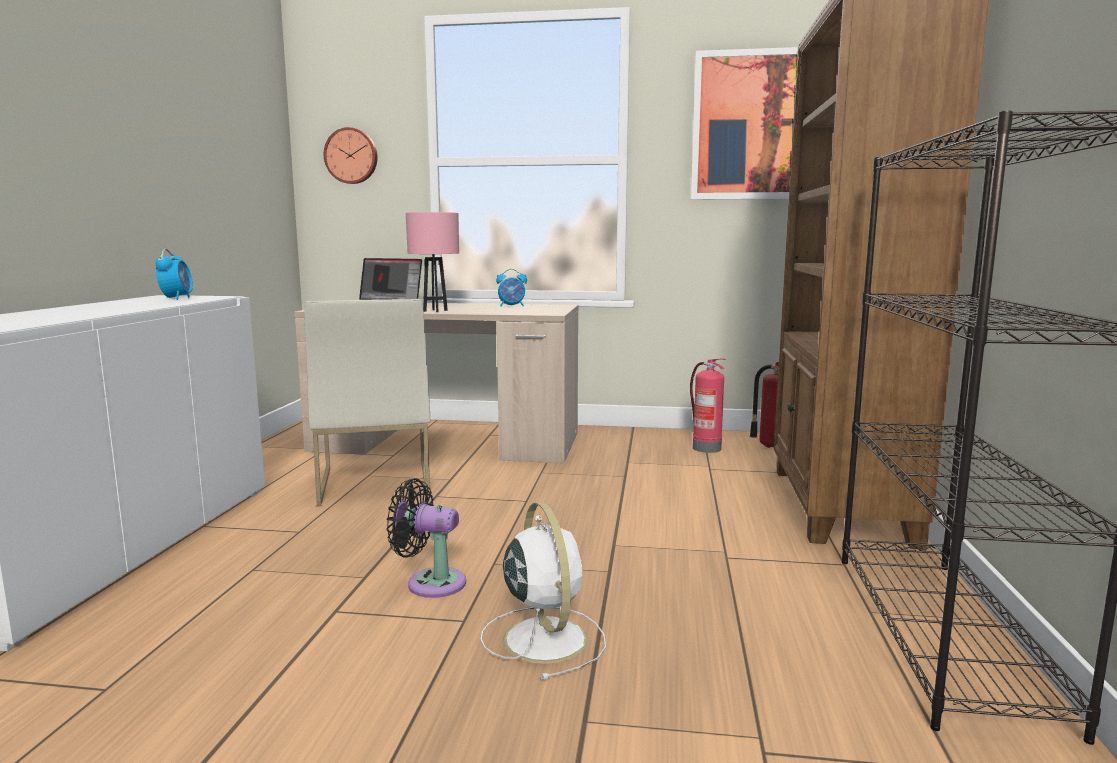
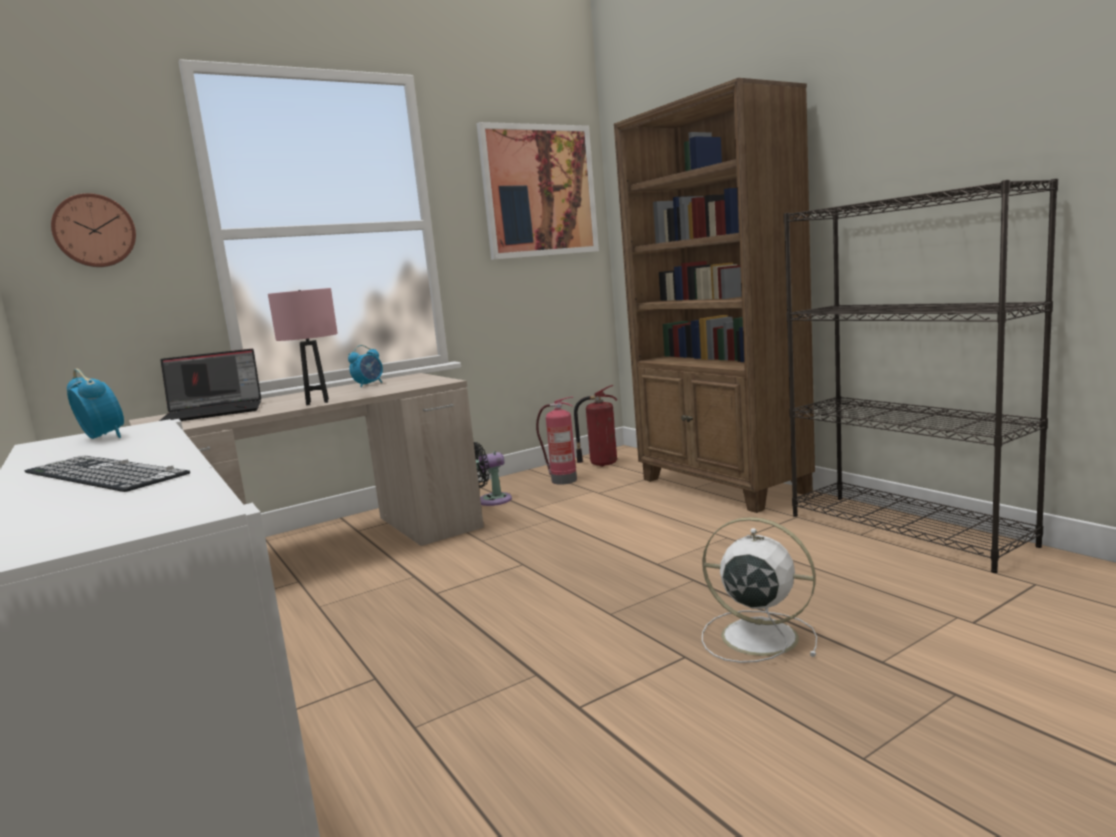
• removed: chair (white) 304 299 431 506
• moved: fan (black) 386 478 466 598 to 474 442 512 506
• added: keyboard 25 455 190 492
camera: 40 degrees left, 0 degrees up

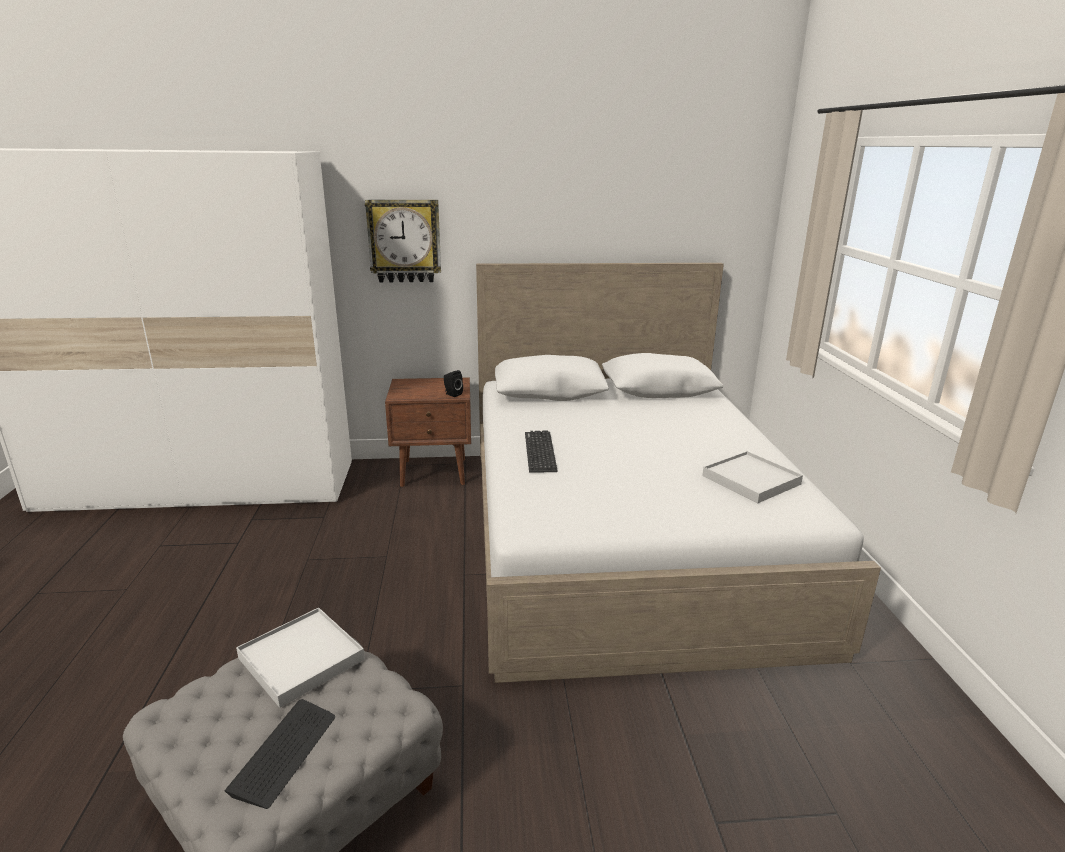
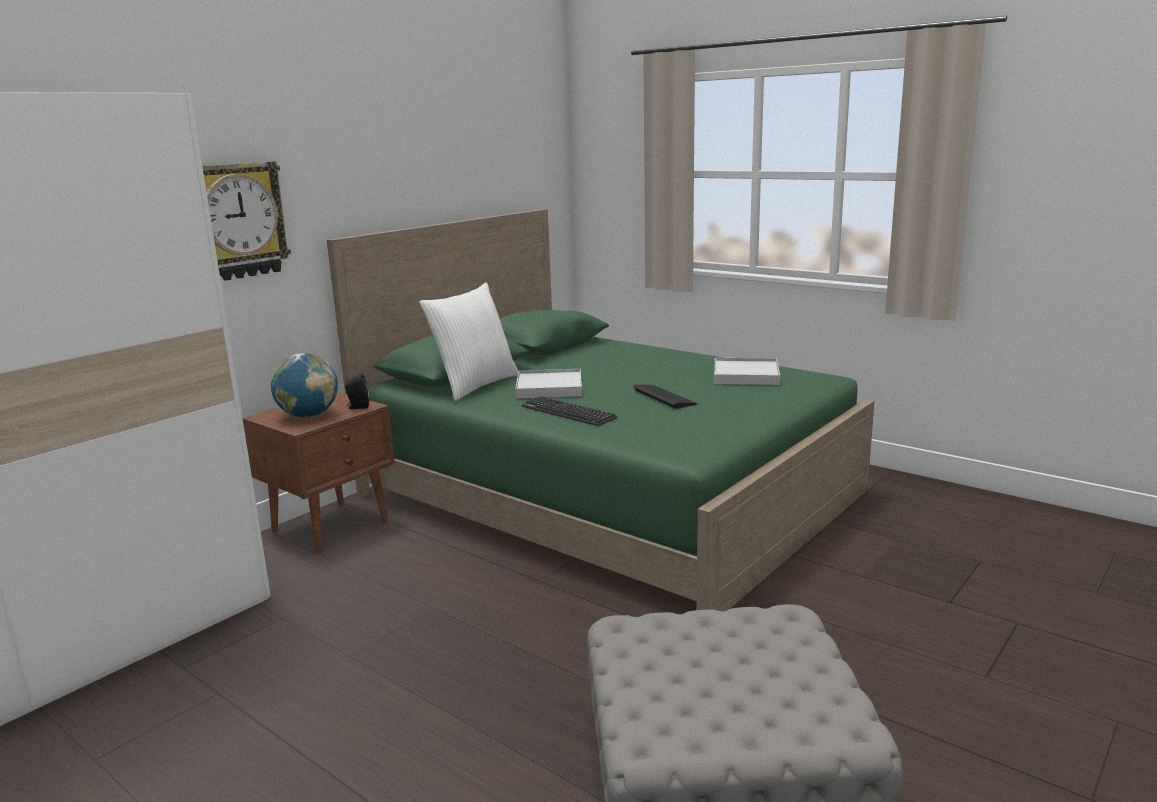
• moved: keyboard 225 699 335 809 to 633 384 698 409
• moved: tray (white) 236 608 365 708 to 515 369 582 399
• recoloured: bed (white) 476 263 881 683 to bed (green) 327 209 874 612
• added: globe 271 353 338 417
• added: pillow (white) 419 283 519 401
camera: 45 degrees left, 5 degrees down

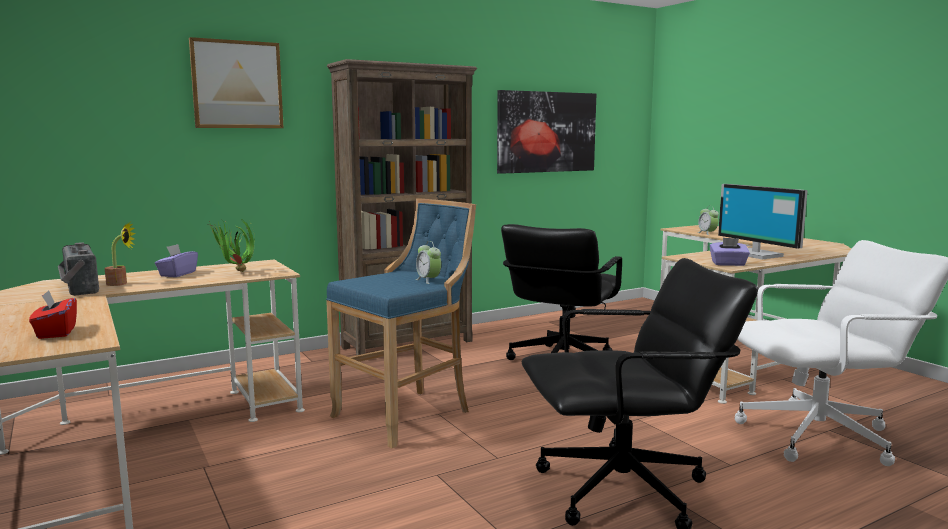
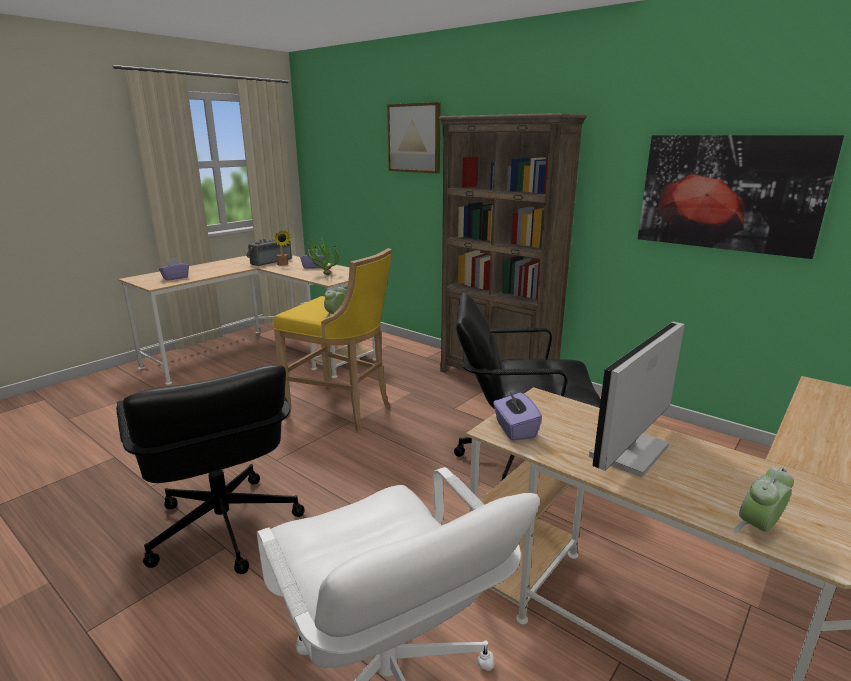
• recoloured: tissue box (red) 29 290 77 339 to tissue box (purple) 159 258 189 280
• recoloured: stool (blue) 326 198 476 448 to stool (yellow) 274 248 392 432
• moved: alarm clock 698 206 719 235 to 733 467 794 533
camera: 70 degrees right, 10 degrees up

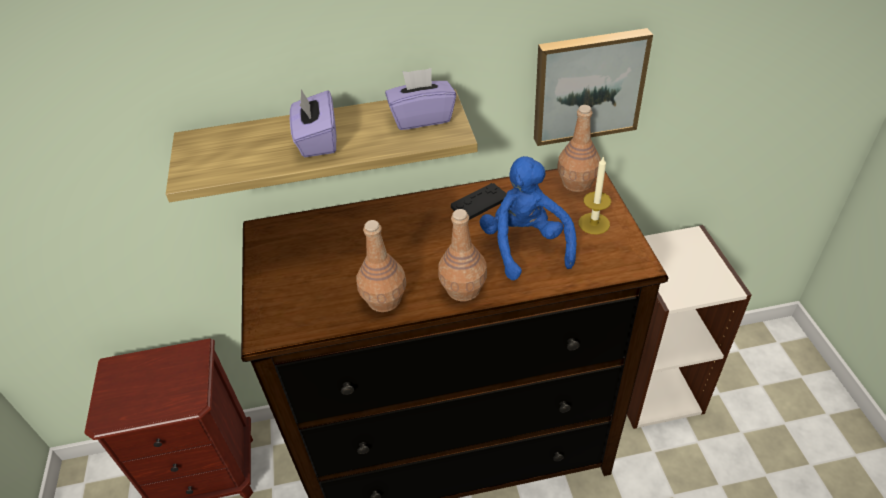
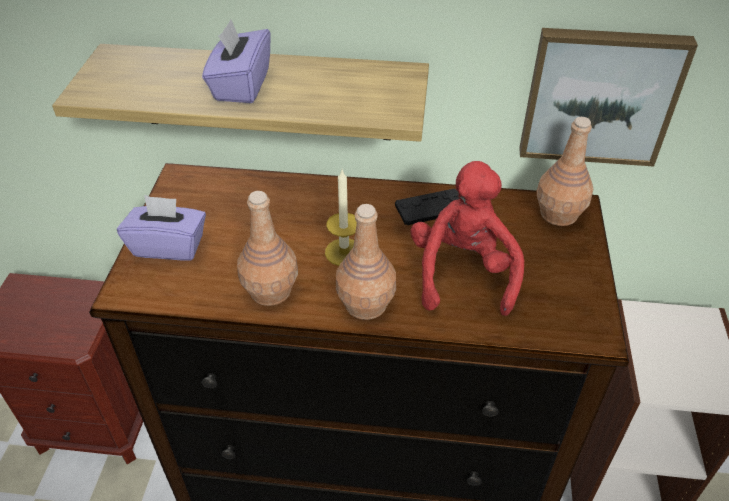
• moved: tissue box (purple) 385 68 456 130 to 117 195 206 261
• recoloured: plush toy (blue) 480 156 576 280 to plush toy (red) 410 161 524 316
• moved: candle 578 156 611 235 to 325 170 357 266
camera: 15 degrees right, 0 degrees up

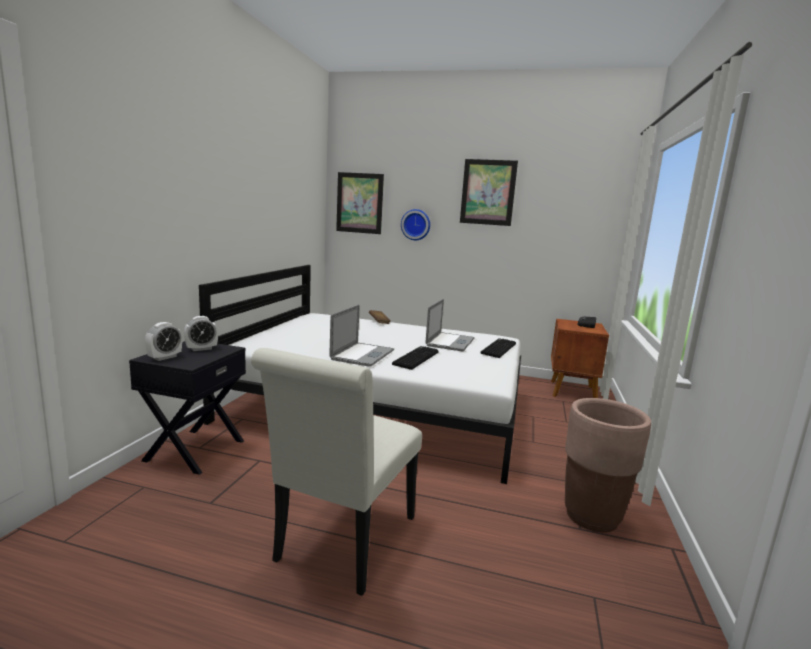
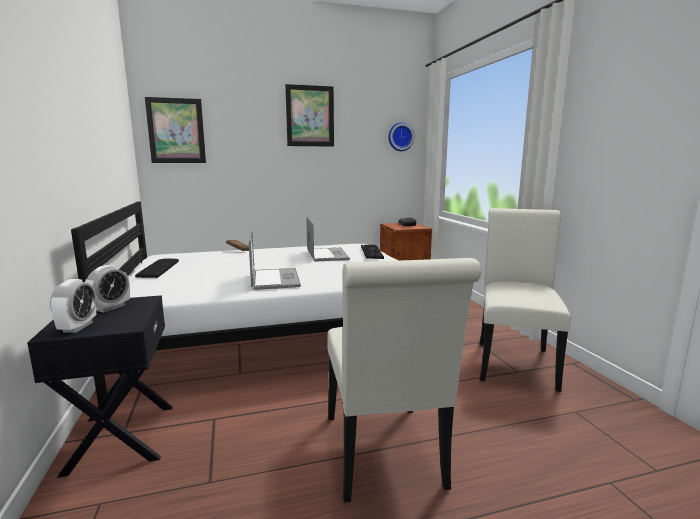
• moved: keyboard 392 346 439 370 to 135 258 179 278
• moved: wall clock 401 209 430 240 to 388 122 414 151
• replaced: planter (brown) 565 398 651 533 to chair (white) 480 208 571 392
camera: 30 degrees left, 0 degrees up

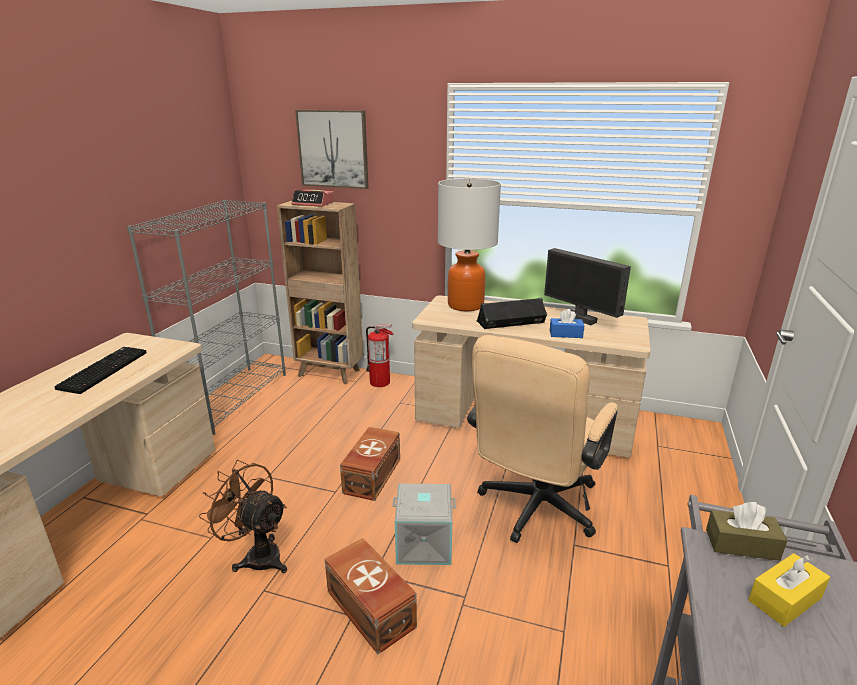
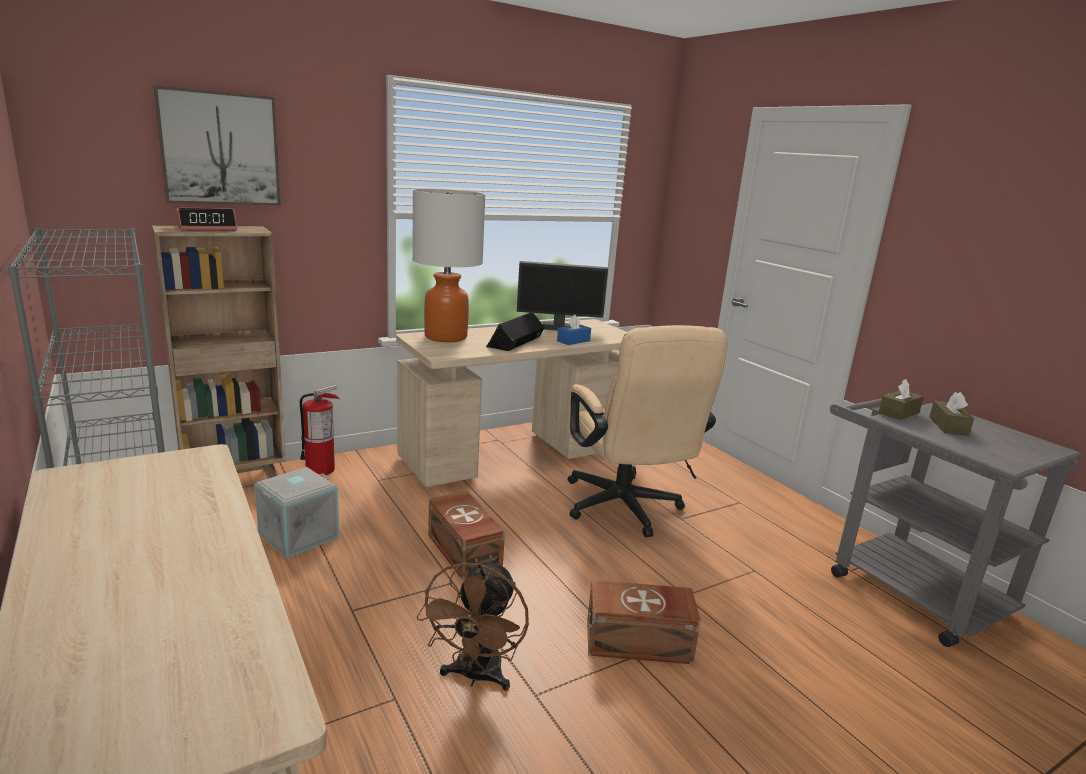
• removed: keyboard 54 347 146 394
• turned: fan (brown) 199 460 287 573 = 417 559 529 691 60 degrees counterclockwise
• moved: storage box (grey) 392 484 456 565 to 254 467 339 558
• recoloured: tissue box (yellow) 748 553 830 627 to tissue box (brown) 929 392 974 436
camera: 50 degrees left, 5 degrees down

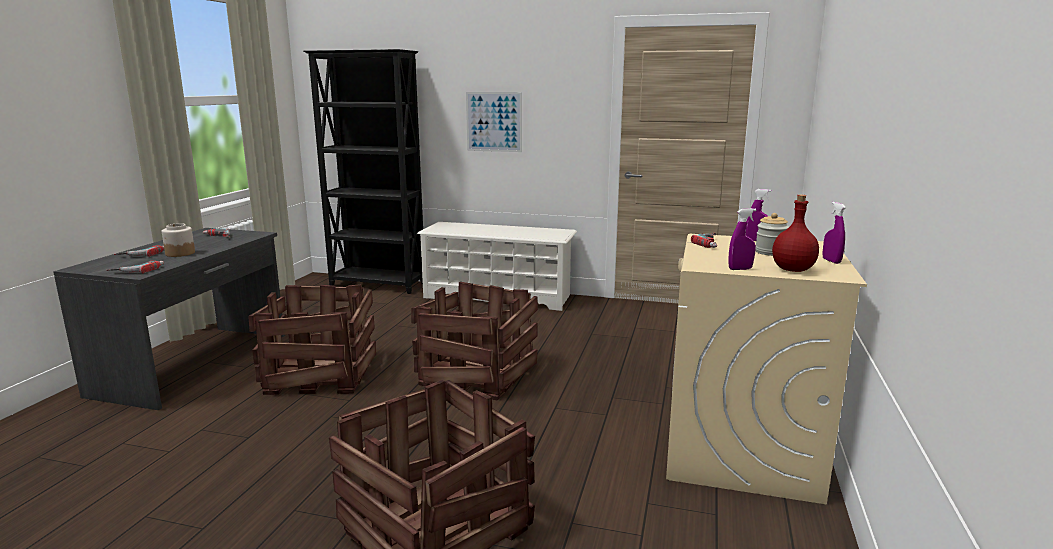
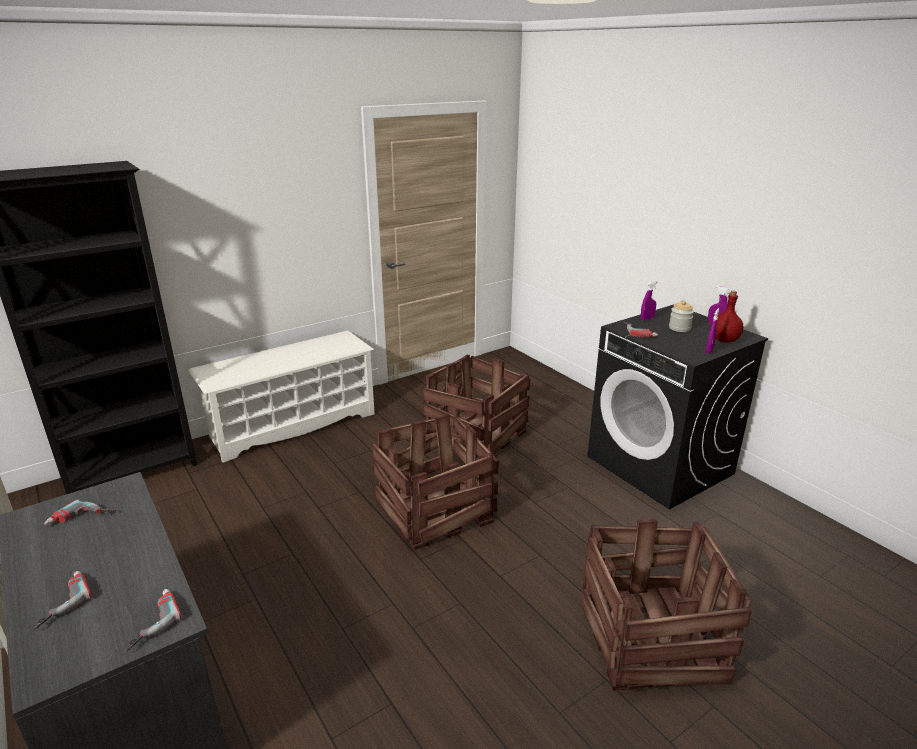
• removed: jar 162 223 195 257
• moved: crate 248 284 376 395 to 422 354 531 459
• removed: picture 466 92 522 152
• recoloured: washing machine (beige) 666 234 867 505 to washing machine (black) 587 305 768 509
camera: 50 degrees left, 10 degrees up

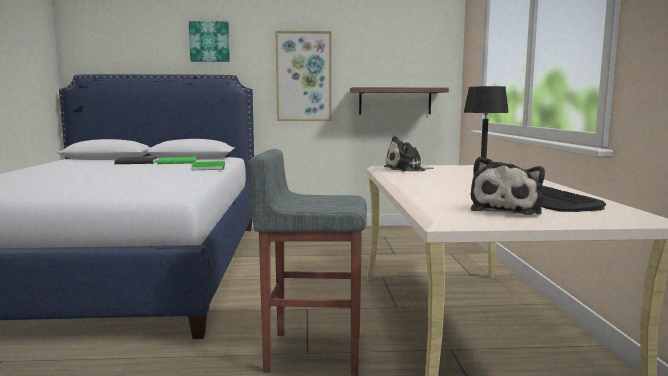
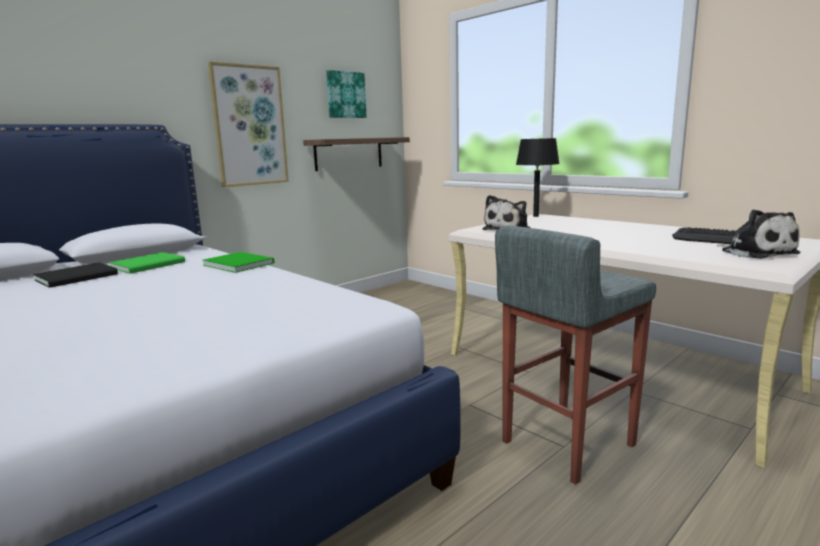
• moved: picture 189 21 230 62 to 326 70 367 118
camera: 40 degrees left, 5 degrees up

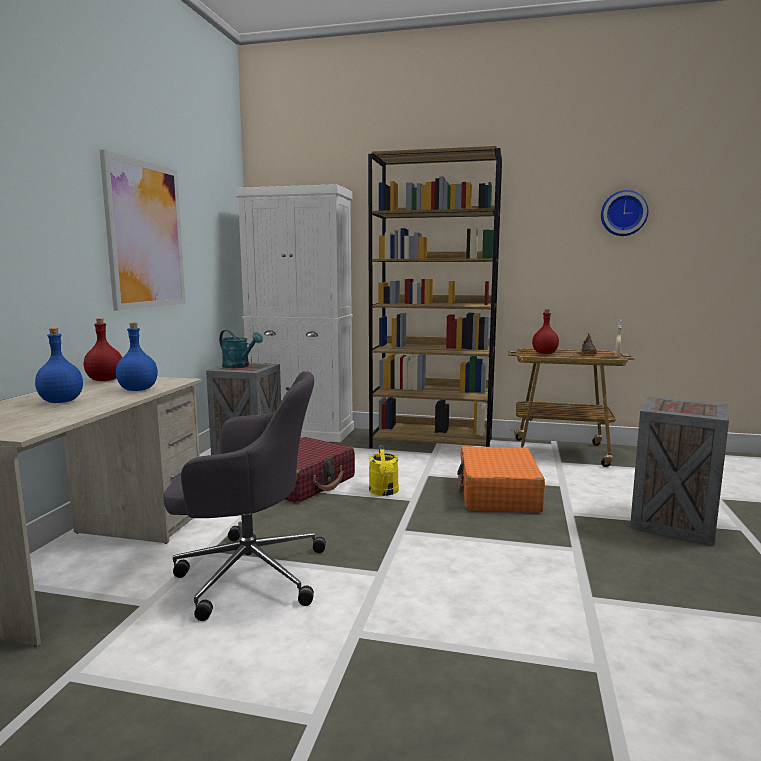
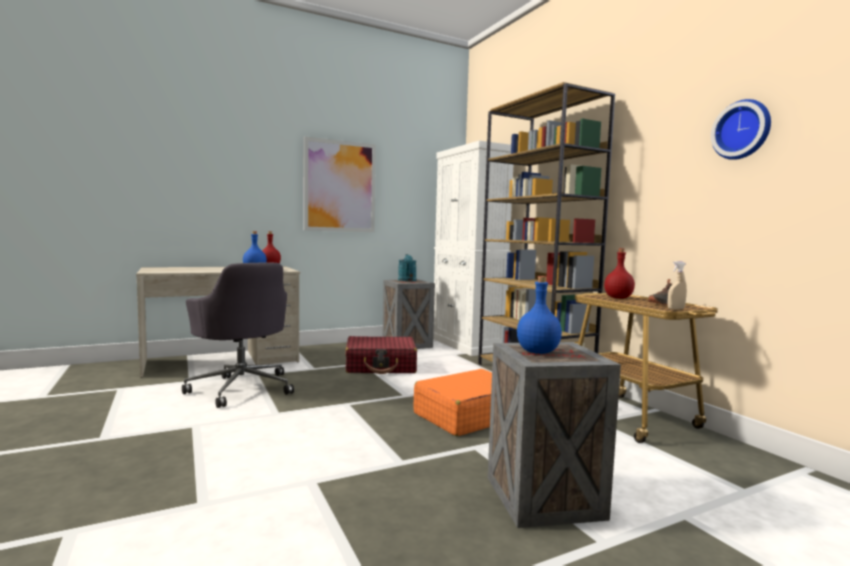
• moved: bottle (blue) 35 328 83 403 to 517 276 562 354
• removed: watering can (yellow) 369 445 399 496
camera: 50 degrees right, 5 degrees down

